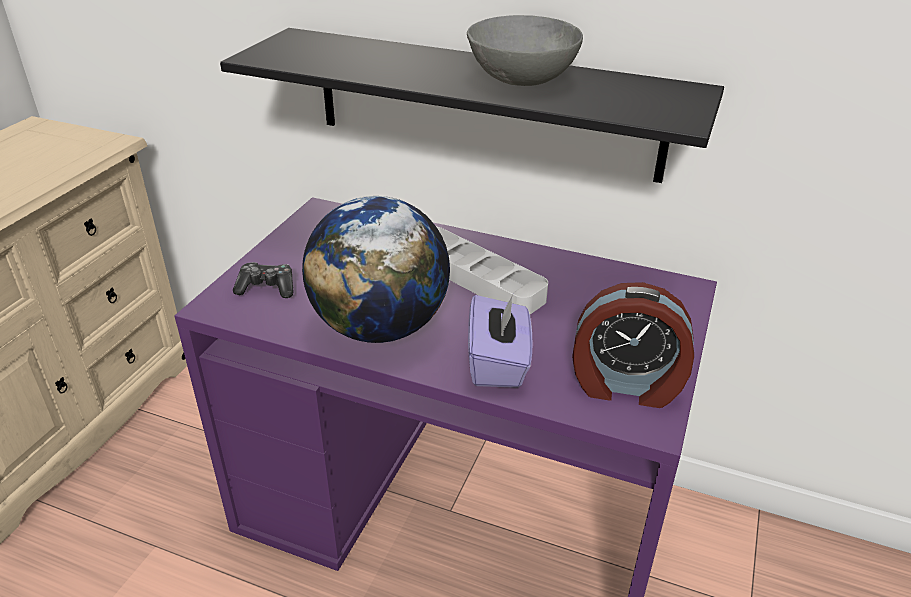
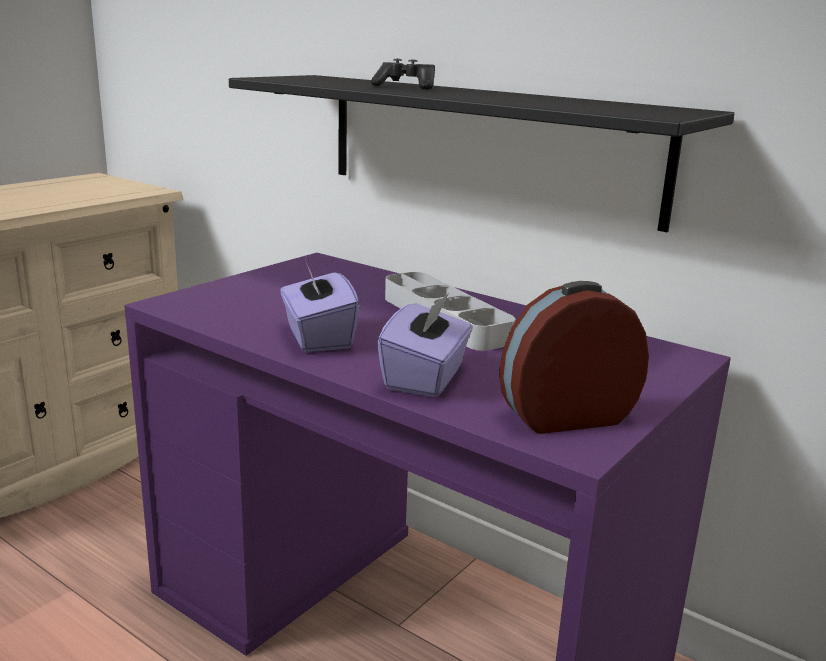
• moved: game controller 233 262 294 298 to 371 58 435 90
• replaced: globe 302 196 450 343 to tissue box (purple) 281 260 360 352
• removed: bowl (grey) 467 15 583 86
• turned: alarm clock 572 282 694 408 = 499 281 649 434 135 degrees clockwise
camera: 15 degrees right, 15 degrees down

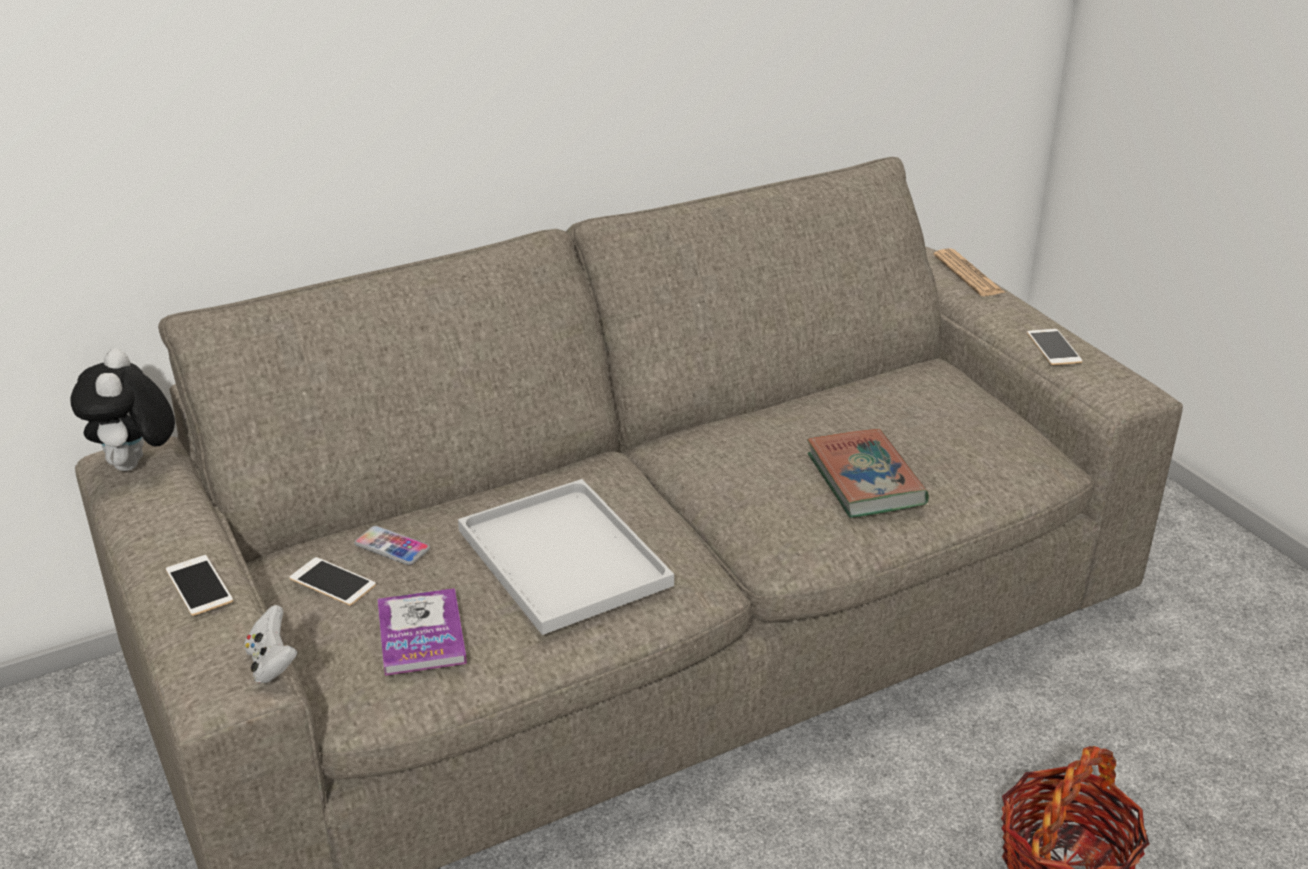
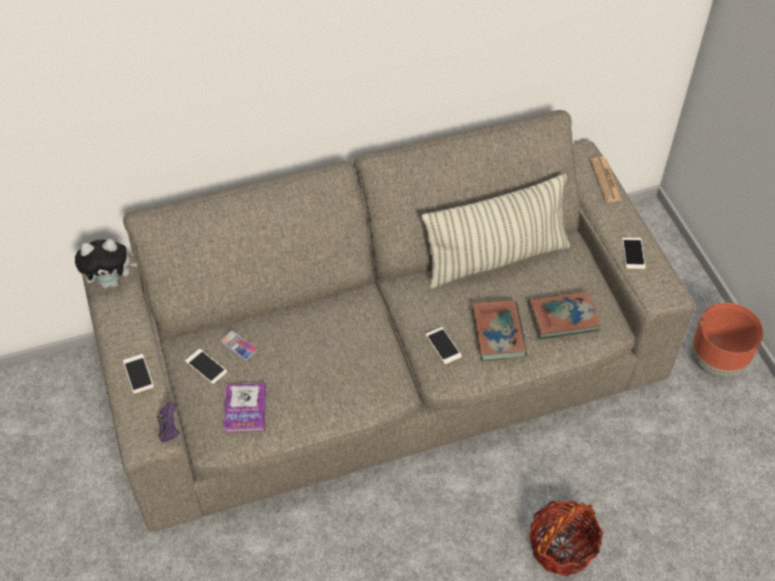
• turned: plush toy 71 349 175 471 = 75 239 137 288 105 degrees counterclockwise
• recoloured: game controller (white) 244 605 298 683 to game controller (purple) 157 402 180 442
• removed: tray (white) 458 479 674 635
• added: pillow 422 174 570 289
• added: phone 425 327 462 364
• added: book 528 291 601 339
• added: planter (brown) 692 303 764 378
camera: 10 degrees right, 20 degrees up

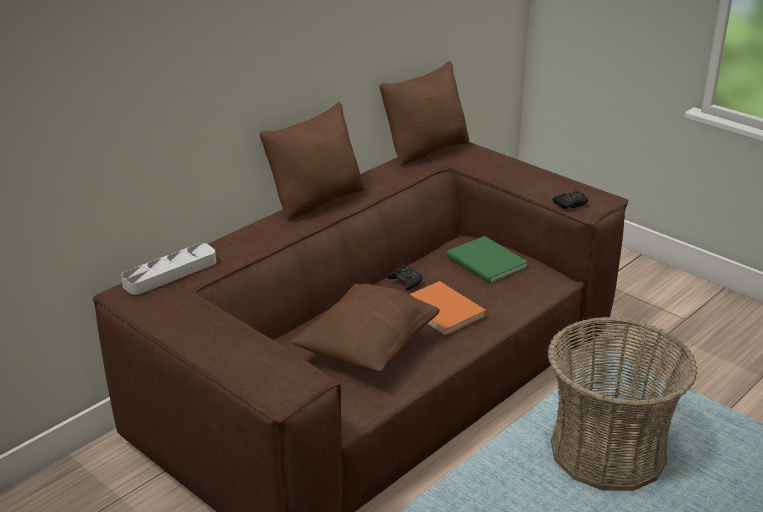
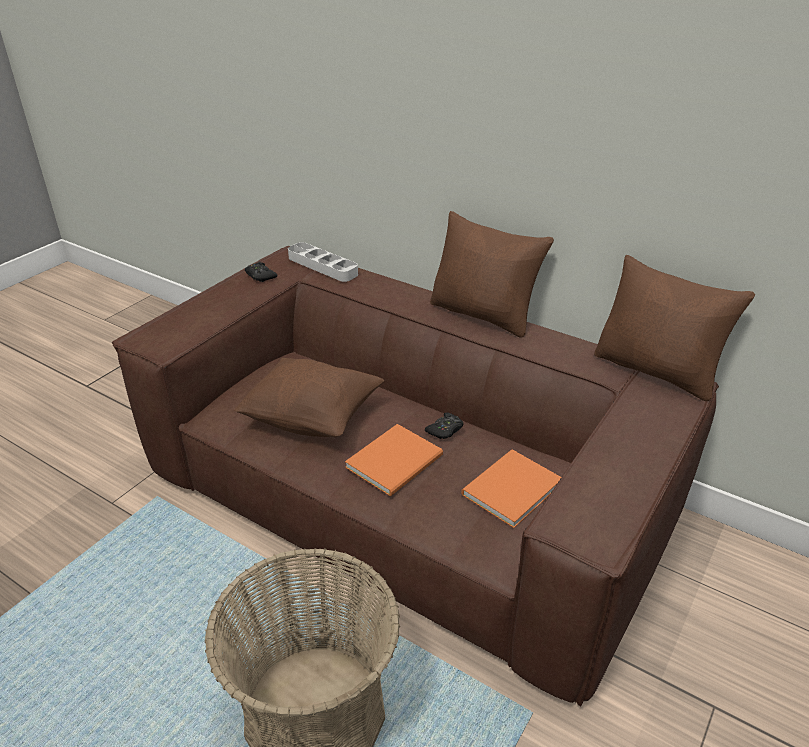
• recoloured: book (green) 446 236 528 283 to book (orange) 461 449 561 528
• moved: game controller (black) 552 191 588 209 to 245 261 277 282
camera: 80 degrees right, 5 degrees up

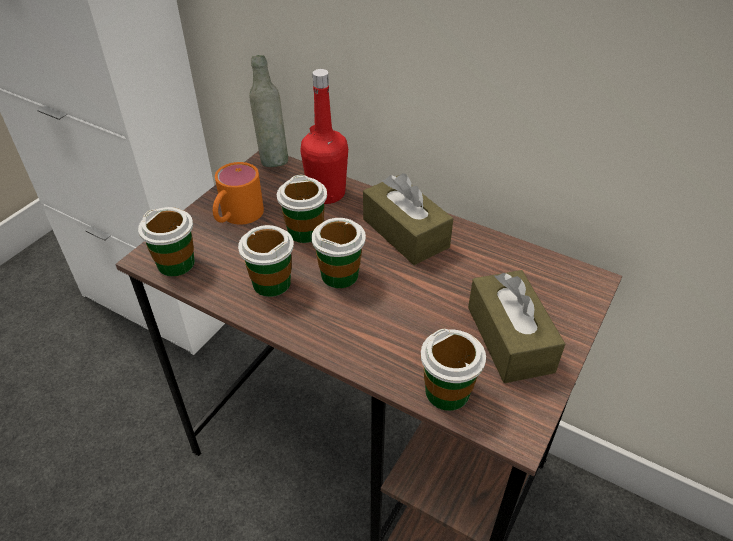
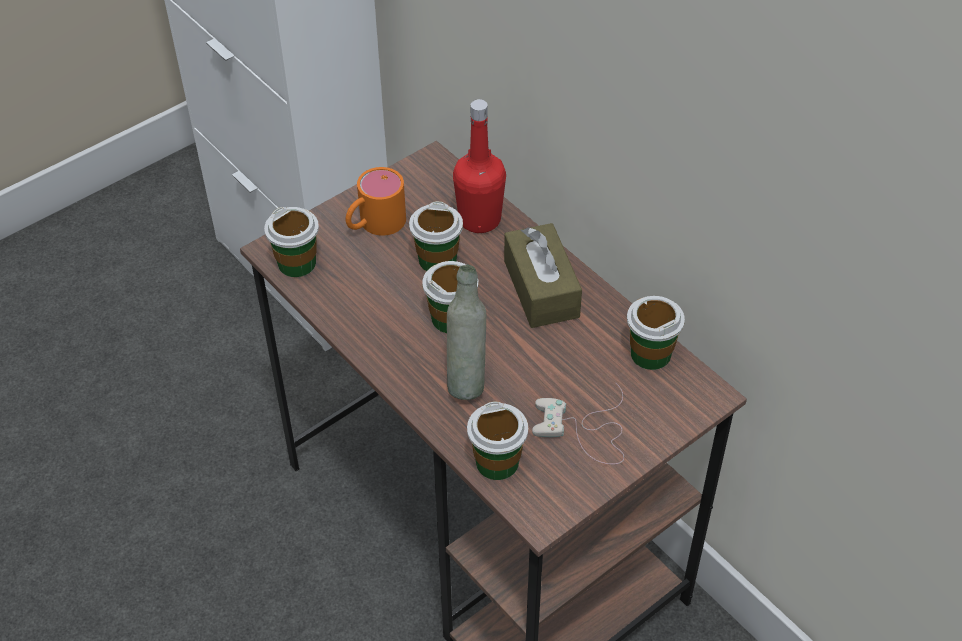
• moved: cup 238 225 294 297 to 627 296 685 370
• moved: bottle (grey) 249 55 288 167 to 447 264 486 400
• replaced: tissue box (brown) 468 270 565 383 to game controller (white) 532 382 624 464
camera: 20 degrees right, 5 degrees up

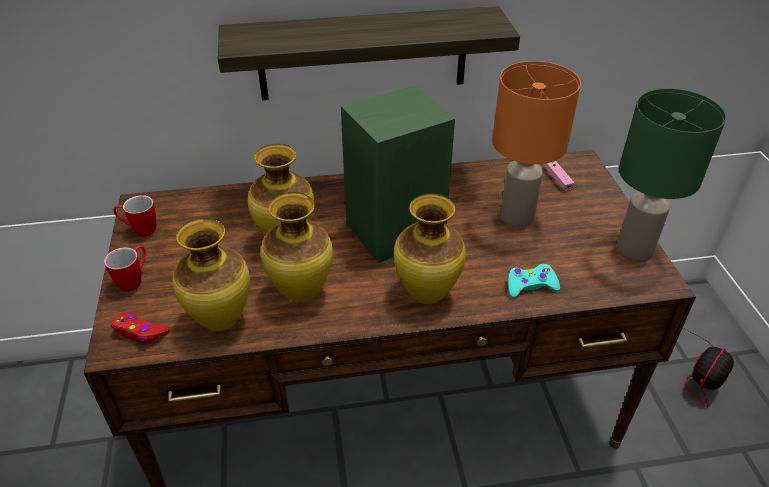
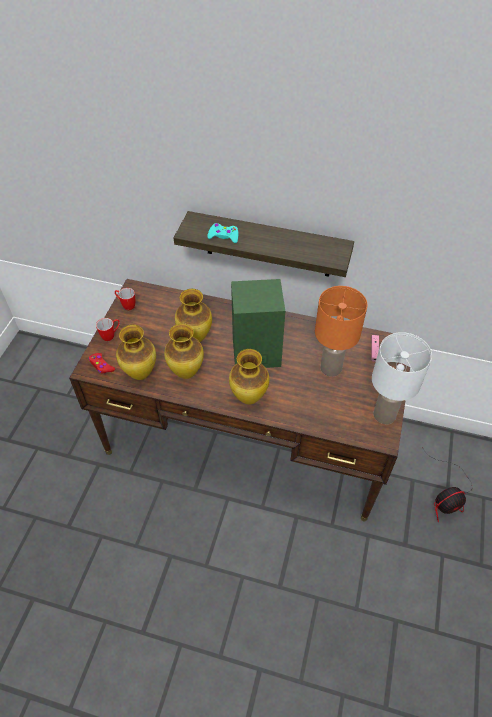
• moved: game controller (turquoise) 508 264 560 298 to 207 223 238 243
• recoloured: table lamp (green) 616 88 726 262 to table lamp (white) 372 332 432 424
camera: 25 degrees right, 10 degrees up

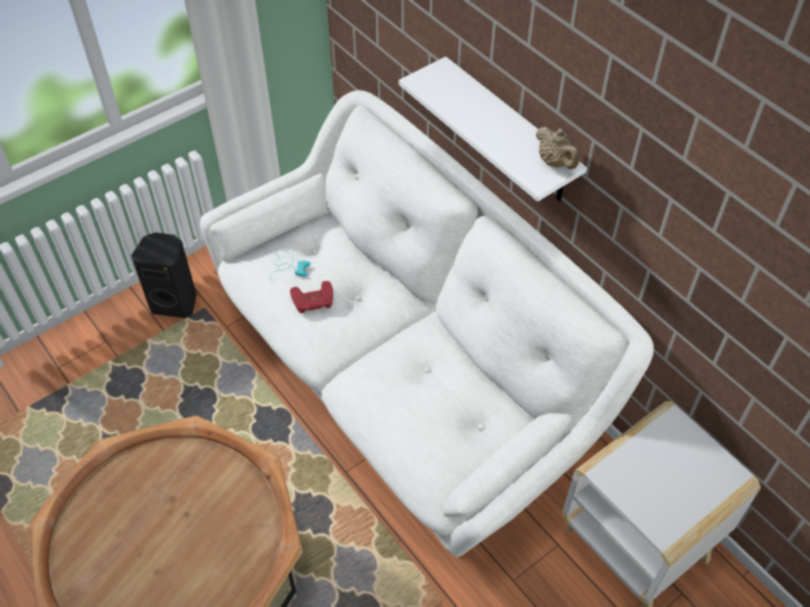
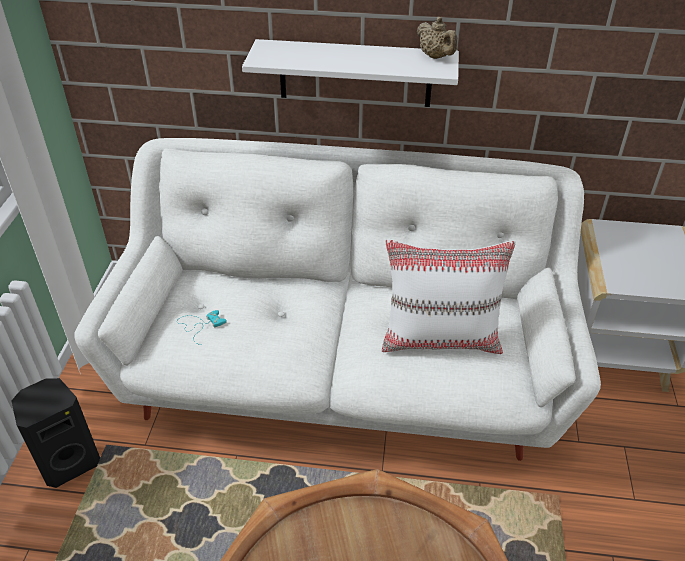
• removed: game controller (red) 290 281 333 313
• turned: teapot (beige) 536 127 579 169 = 417 17 457 59 45 degrees clockwise
• added: pillow (white) 382 239 516 354
camera: 45 degrees left, 10 degrees down

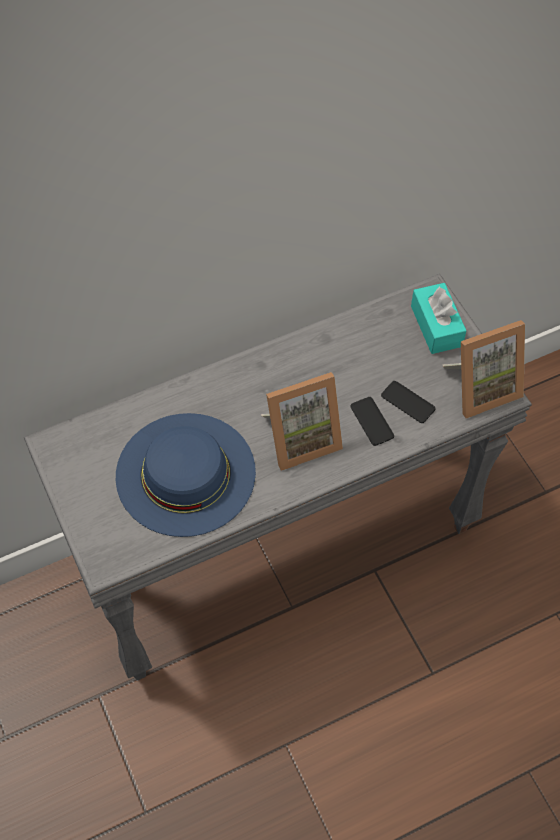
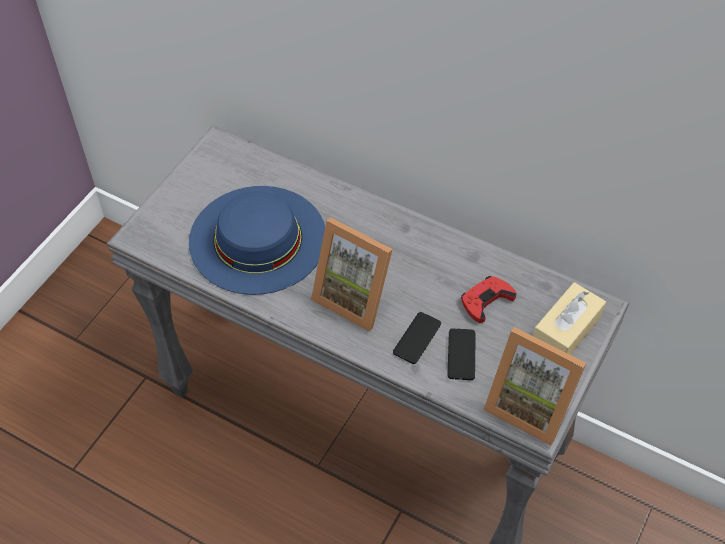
• recoloured: tissue box (turquoise) 411 283 466 354 to tissue box (beige) 533 282 606 355
• added: game controller (red) 461 276 517 323
camera: 55 degrees right, 5 degrees down

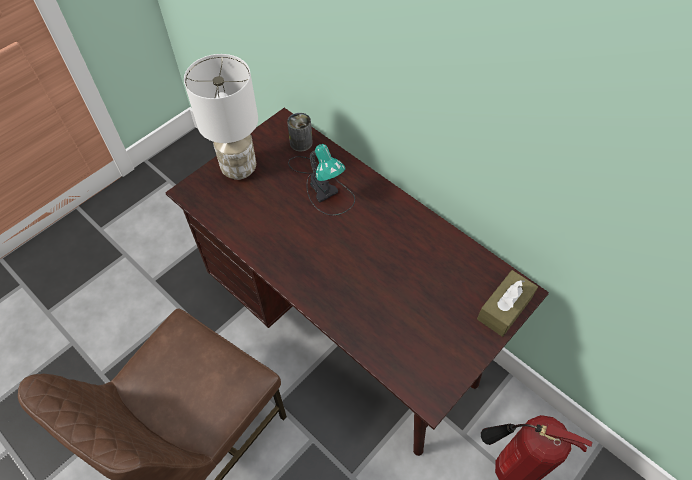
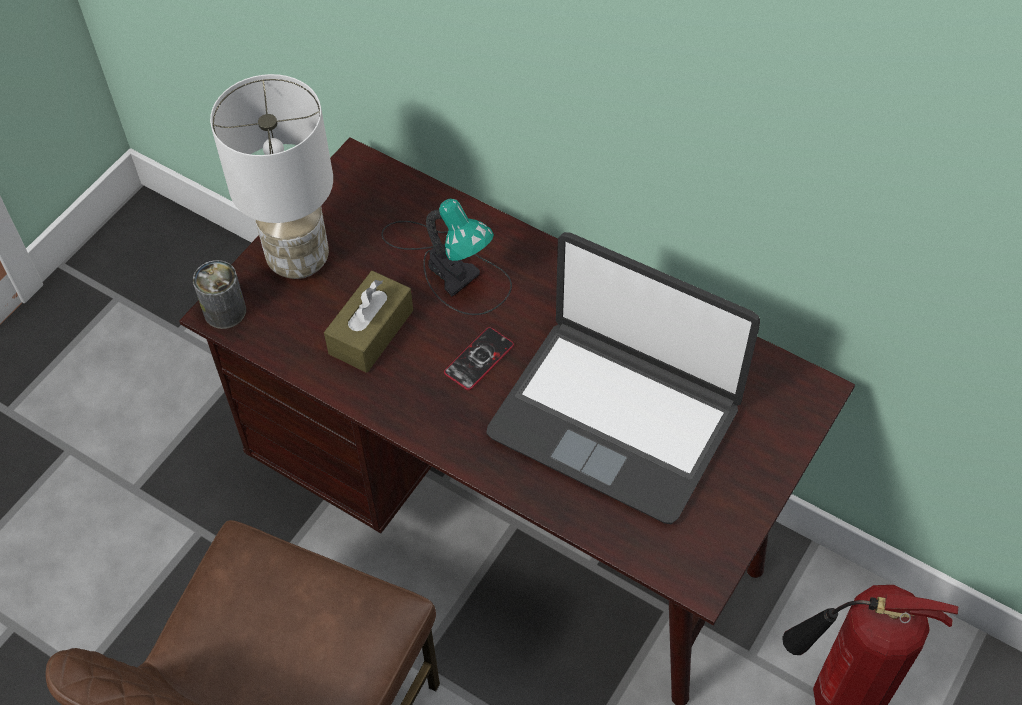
• moved: can 287 113 313 151 to 193 260 246 329
• moved: tissue box (brown) 477 270 538 337 to 324 271 413 373
• added: phone 444 327 514 390
• added: laptop 486 232 760 524
camera: 10 degrees left, 0 degrees up

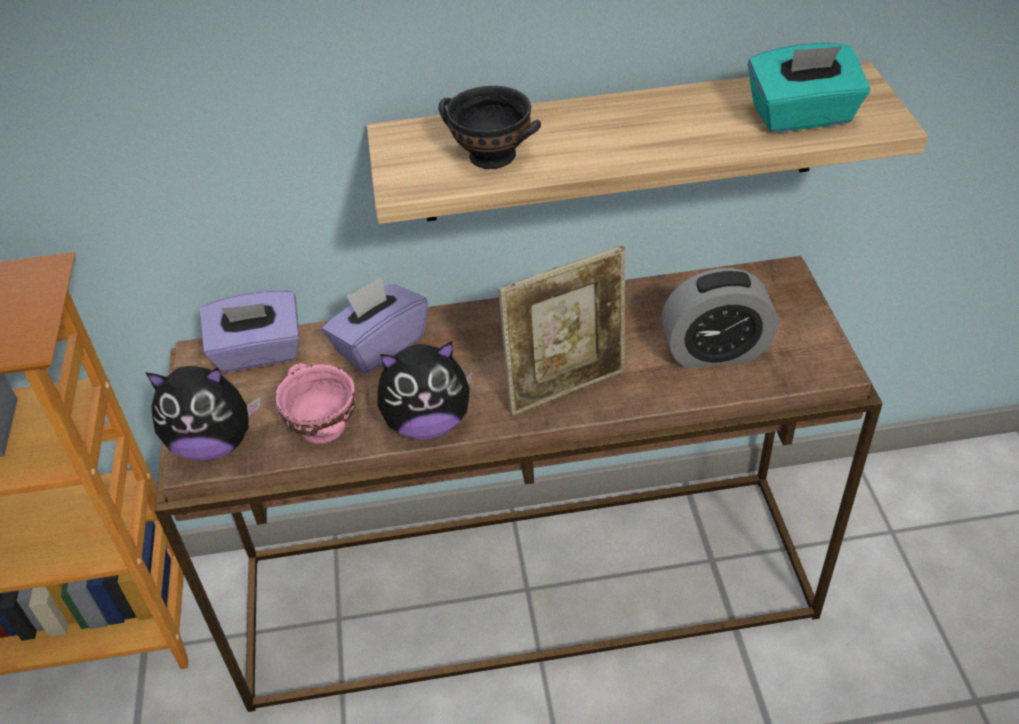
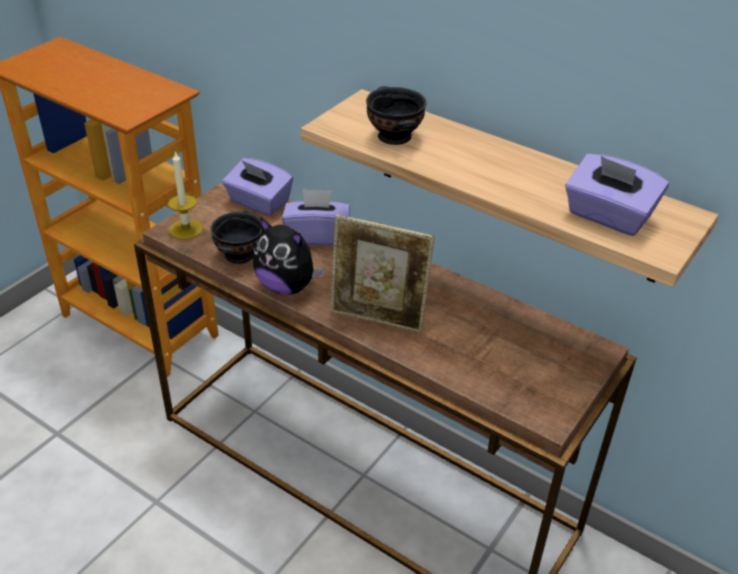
• replaced: plush toy 145 366 260 461 to candle 168 151 203 239
• recoloured: bowl (pink) 275 363 355 444 to bowl (black) 210 210 263 264
• removed: alarm clock 661 268 778 369
• recoloured: tissue box (turquoise) 748 43 870 132 to tissue box (purple) 565 154 669 236
camera: 40 degrees right, 5 degrees down

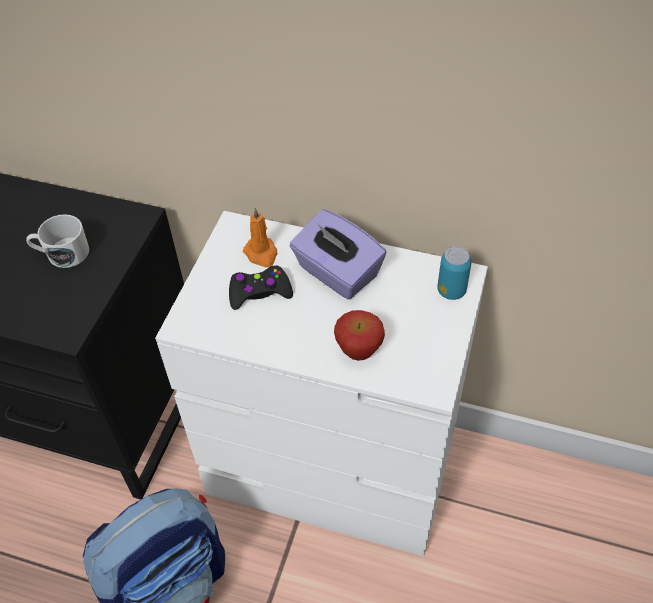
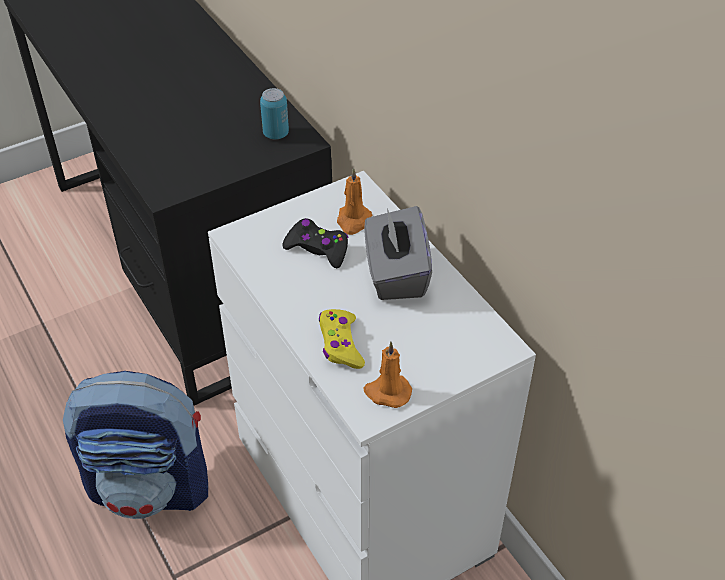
• removed: mug (white) 26 214 89 268
• recoloured: tissue box (purple) 290 209 386 299 to tissue box (grey) 364 206 432 300
• replaced: apple 334 310 385 361 to game controller (yellow) 319 309 365 369
• moved: can 437 246 472 300 to 260 88 289 139
• added: candle (orange) 363 342 412 408
camera: 40 degrees right, 5 degrees down

